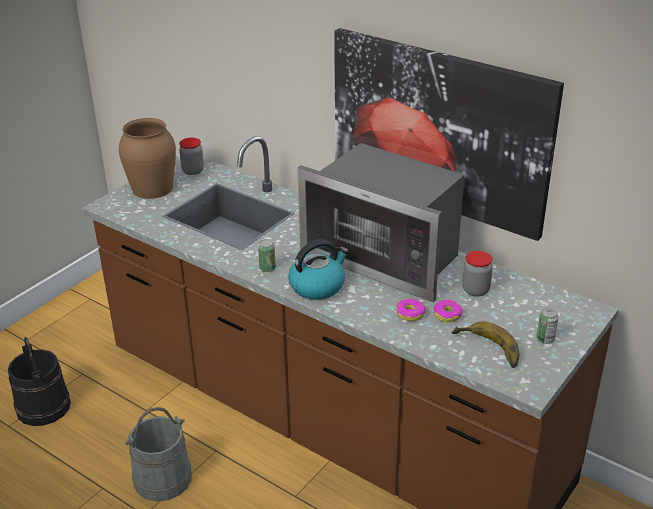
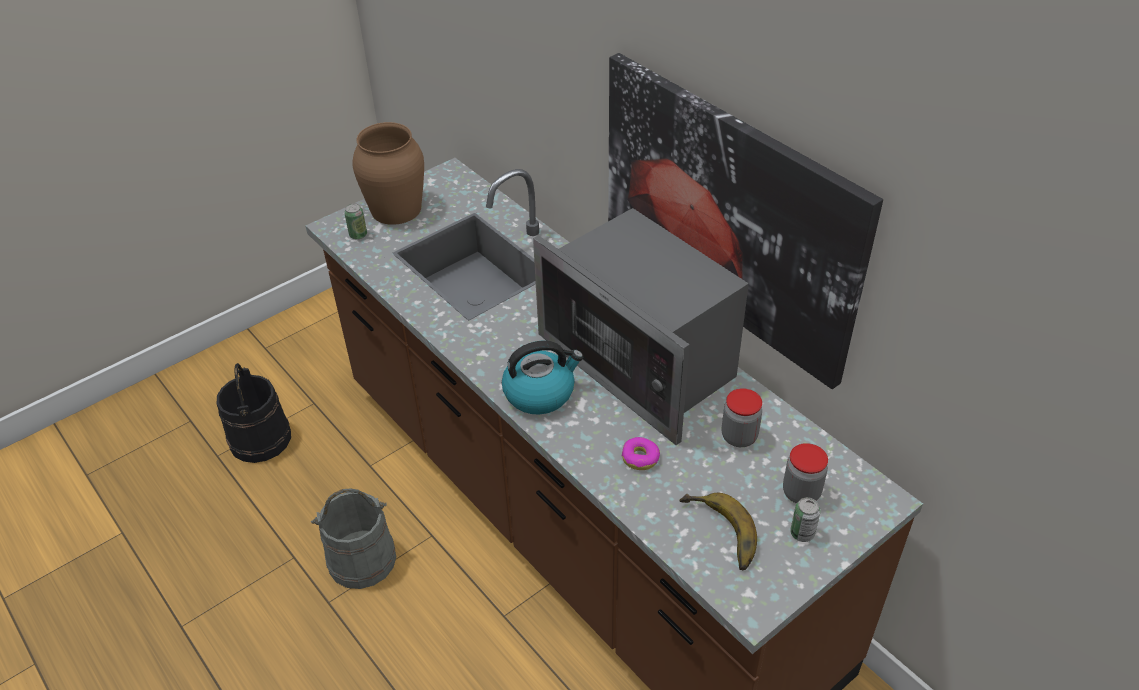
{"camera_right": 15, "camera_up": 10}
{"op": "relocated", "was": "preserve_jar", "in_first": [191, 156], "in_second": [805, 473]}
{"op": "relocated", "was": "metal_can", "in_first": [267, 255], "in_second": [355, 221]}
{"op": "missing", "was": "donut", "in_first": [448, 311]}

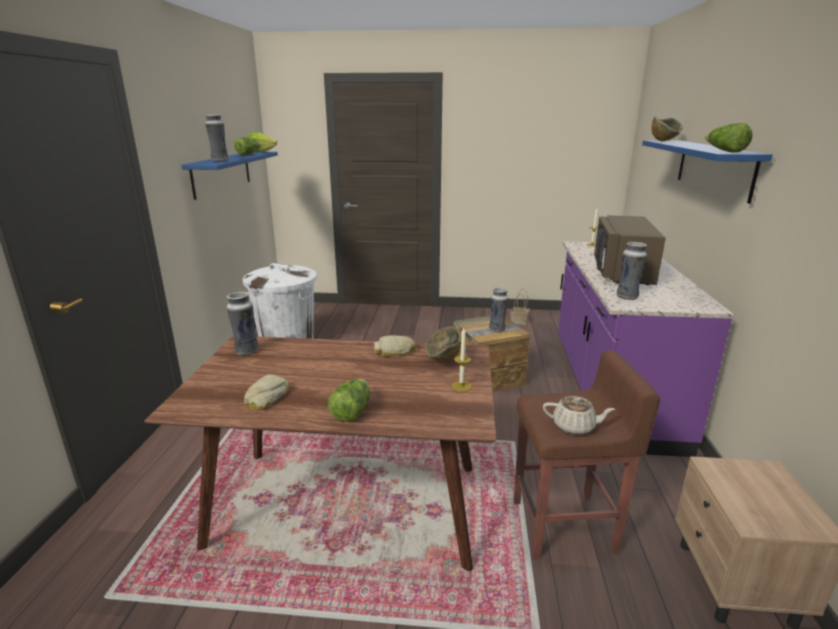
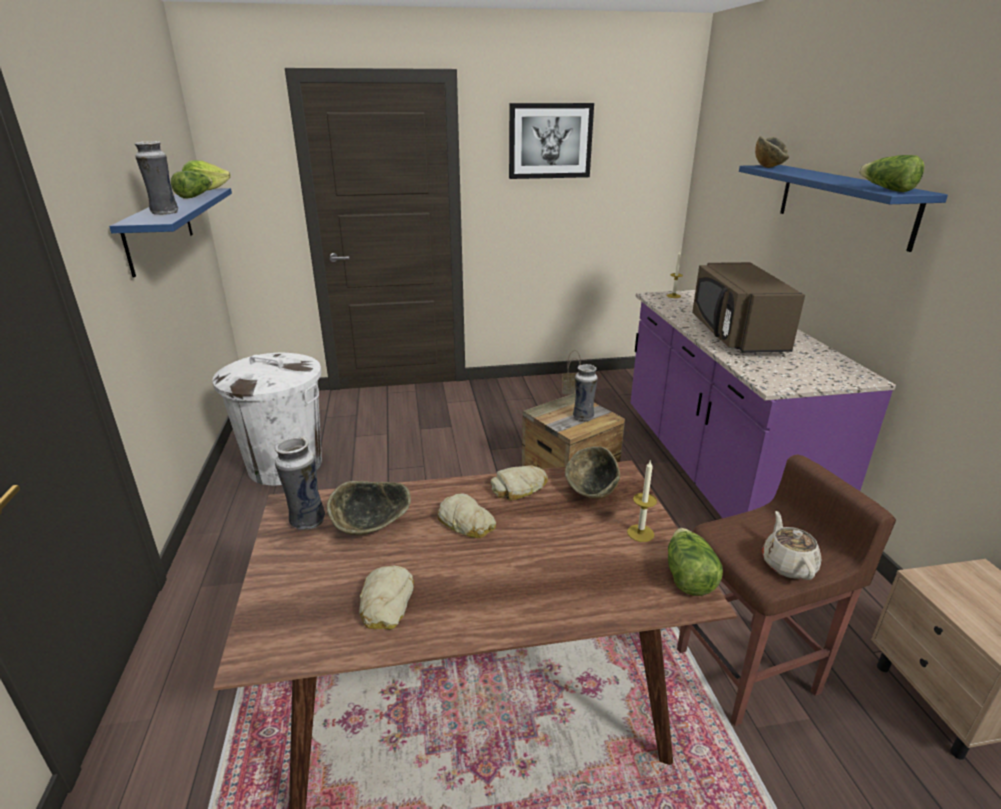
{"camera_right": -15, "camera_up": 5}
{"op": "relocated", "was": "lettuce_head", "in_first": [349, 400], "in_second": [695, 562]}
{"op": "spun", "was": "beige-coloured_teapot", "in_first": [579, 415], "in_second": [791, 545], "clockwise": -90}
{"op": "missing", "was": "decorative_vase", "in_first": [632, 271]}
{"op": "appeared", "now": "serving_bowl", "in_second": [369, 508]}
{"op": "appeared", "now": "bakery_bread", "in_second": [466, 515]}
{"op": "appeared", "now": "wall_art", "in_second": [551, 141]}

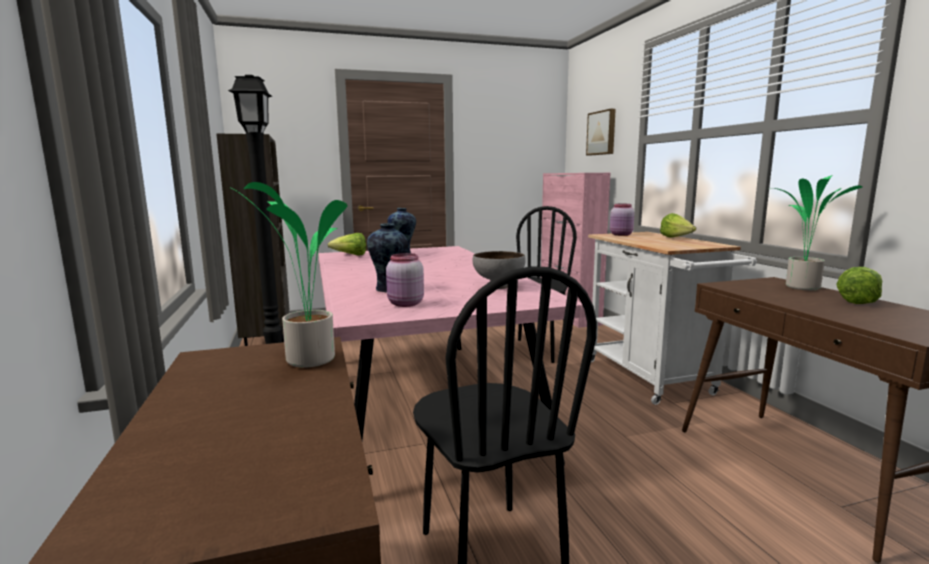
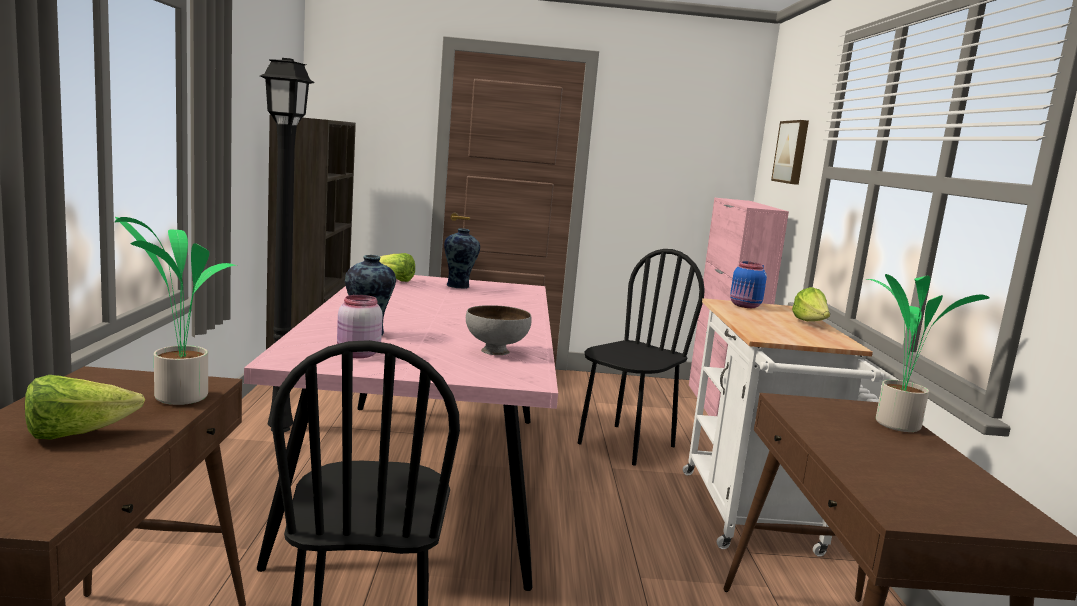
{"camera_right": 15, "camera_up": 0}
{"op": "colour", "was": "pinkish_preserve_jar", "now": "blue-coloured_preserve_jar", "in_first": [622, 220], "in_second": [748, 284]}
{"op": "relocated", "was": "lettuce_head", "in_first": [859, 285], "in_second": [85, 407]}

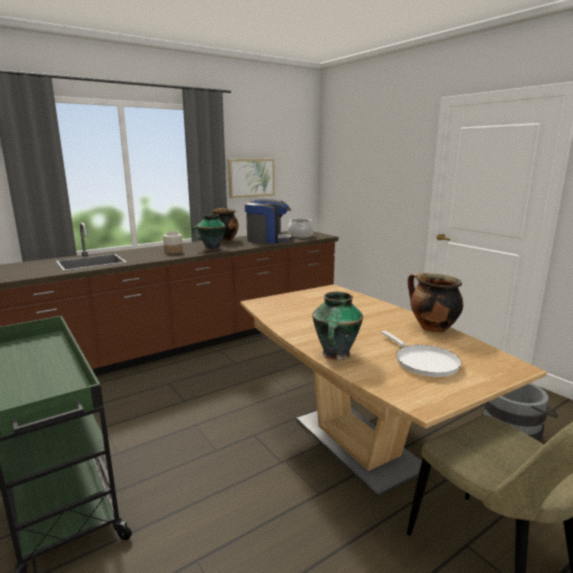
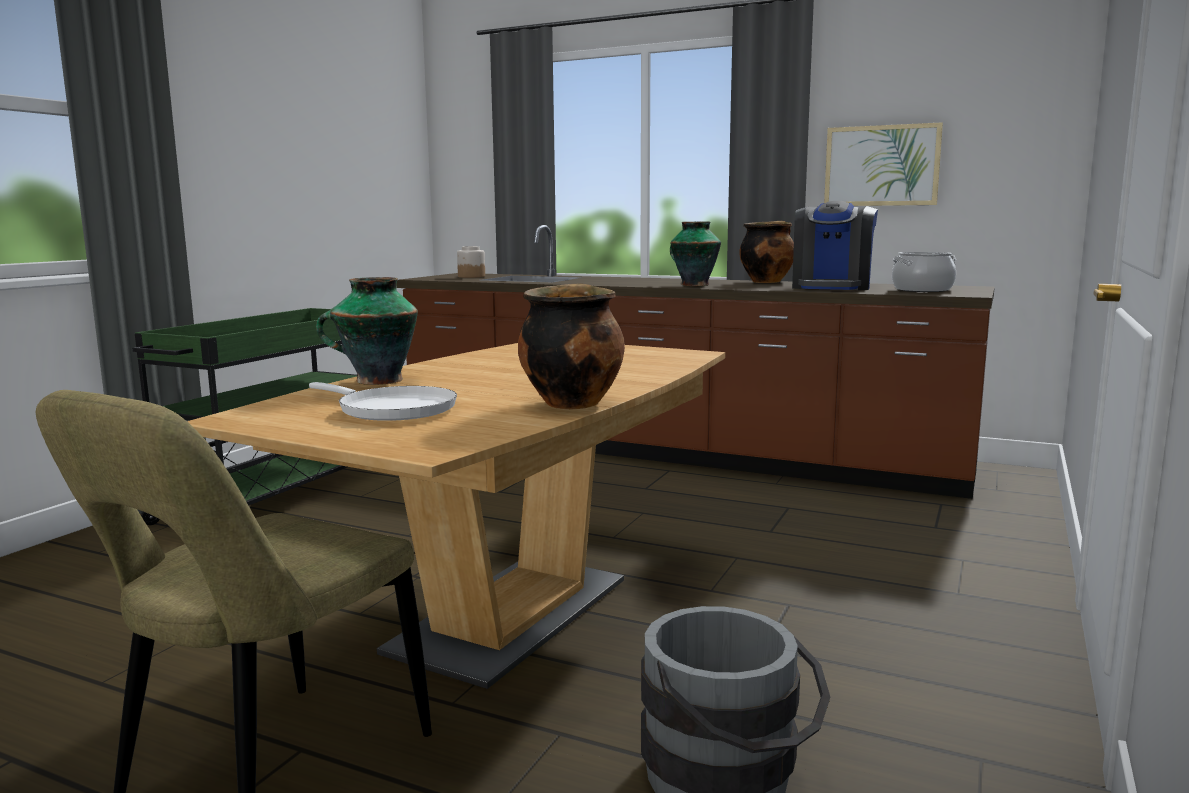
{"camera_right": 60, "camera_up": -5}
{"op": "relocated", "was": "preserve_jar", "in_first": [173, 242], "in_second": [471, 262]}
{"op": "spun", "was": "coffee_maker", "in_first": [268, 221], "in_second": [835, 245], "clockwise": 45}
{"op": "spun", "was": "white_pan", "in_first": [421, 354], "in_second": [383, 401], "clockwise": -90}

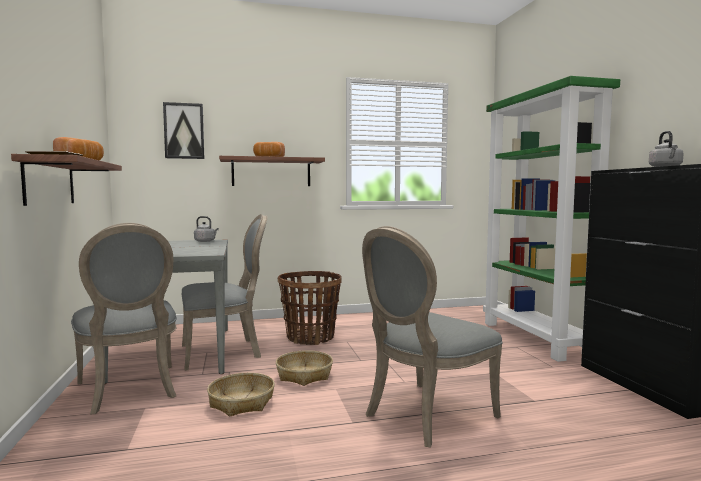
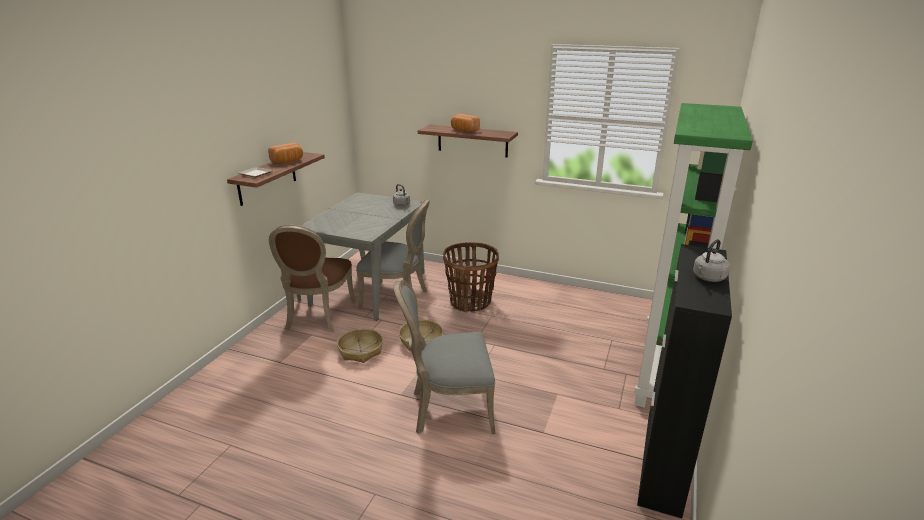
{"camera_right": 35, "camera_up": 20}
{"op": "colour", "was": "greyish_upright_chair", "now": "brown-coloured_upright_chair", "in_first": [124, 318], "in_second": [312, 278]}
{"op": "missing", "was": "wall_art", "in_first": [183, 130]}

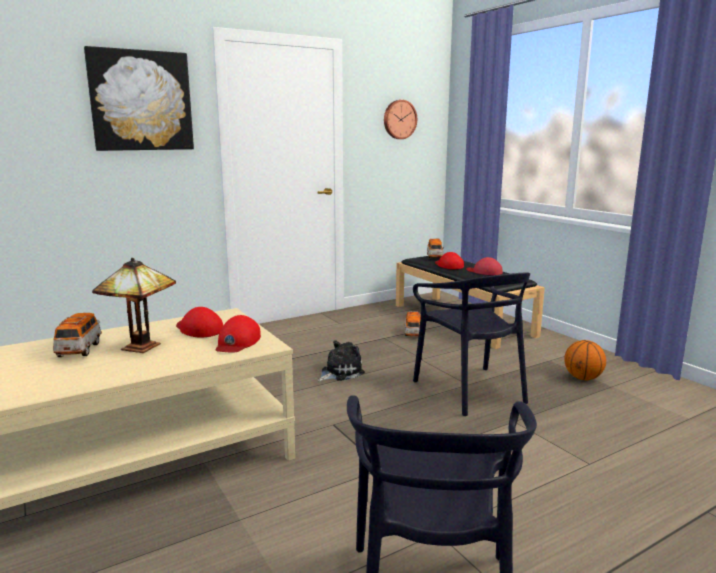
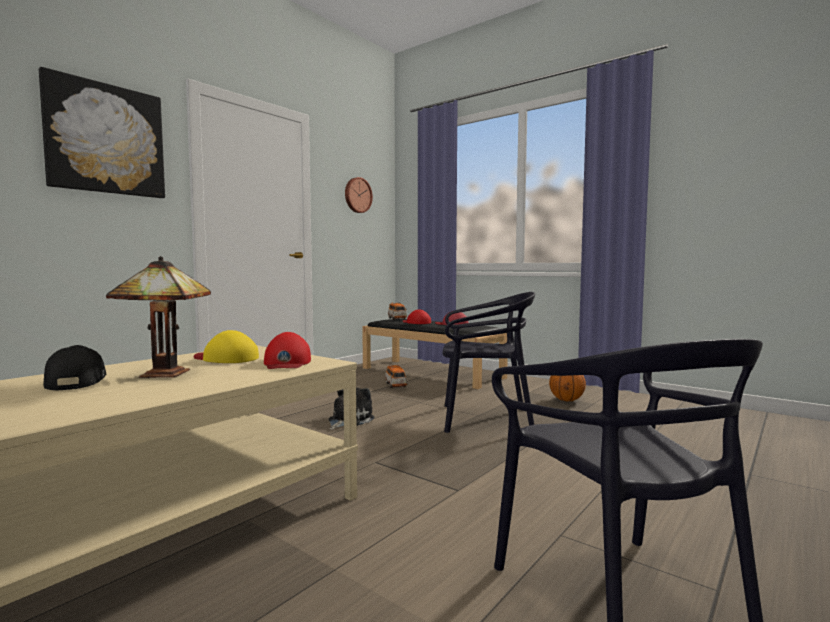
{"camera_right": -20, "camera_up": -10}
{"op": "exchanged", "was": "toy_car", "now": "black_cap", "in_first": [77, 335], "in_second": [74, 368]}
{"op": "colour", "was": "reddish_cap", "now": "yellowish_cap", "in_first": [199, 322], "in_second": [226, 346]}
{"op": "spun", "was": "black_upright_chair", "in_first": [471, 344], "in_second": [489, 362], "clockwise": -45}

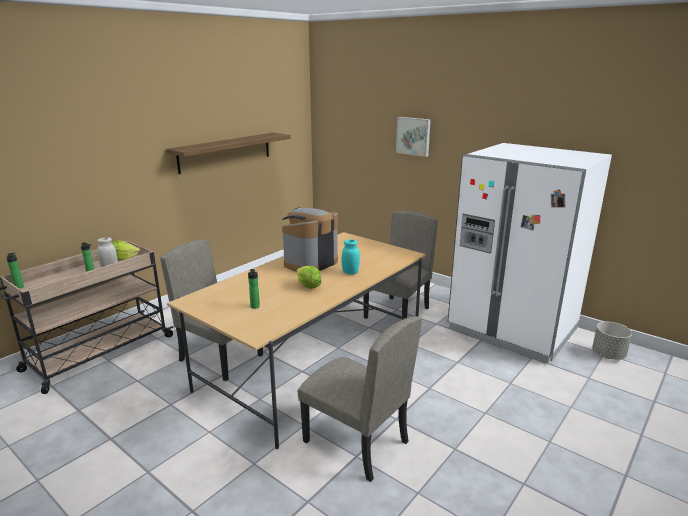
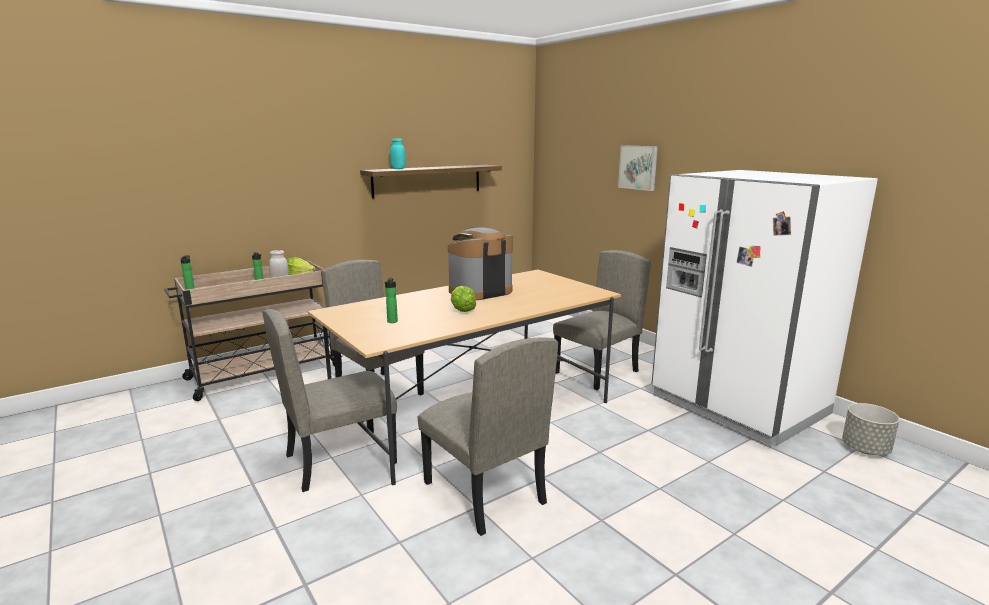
{"camera_right": 15, "camera_up": -5}
{"op": "relocated", "was": "turquoise-coloured_preserve_jar", "in_first": [351, 257], "in_second": [398, 153]}
{"op": "appeared", "now": "beige-coloured_upright_chair", "in_second": [329, 400]}

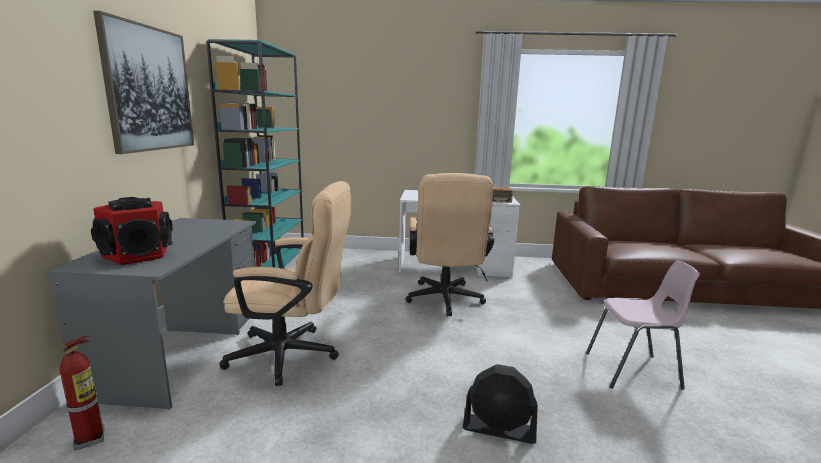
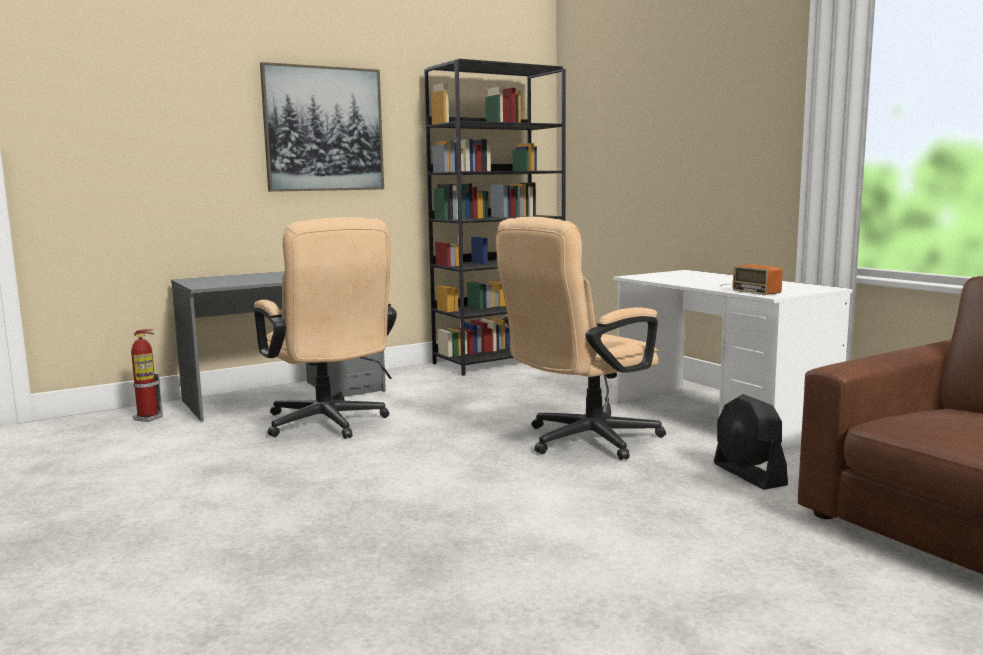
{"camera_right": 55, "camera_up": -5}
{"op": "missing", "was": "audio_speaker", "in_first": [132, 231]}
{"op": "colour", "was": "turquoise-coloured_shelving_unit", "now": "black_shelving_unit", "in_first": [255, 153], "in_second": [495, 217]}
{"op": "relocated", "was": "black_cooling_fan", "in_first": [500, 404], "in_second": [751, 442]}
{"op": "missing", "was": "pinkish_upright_chair", "in_first": [643, 325]}

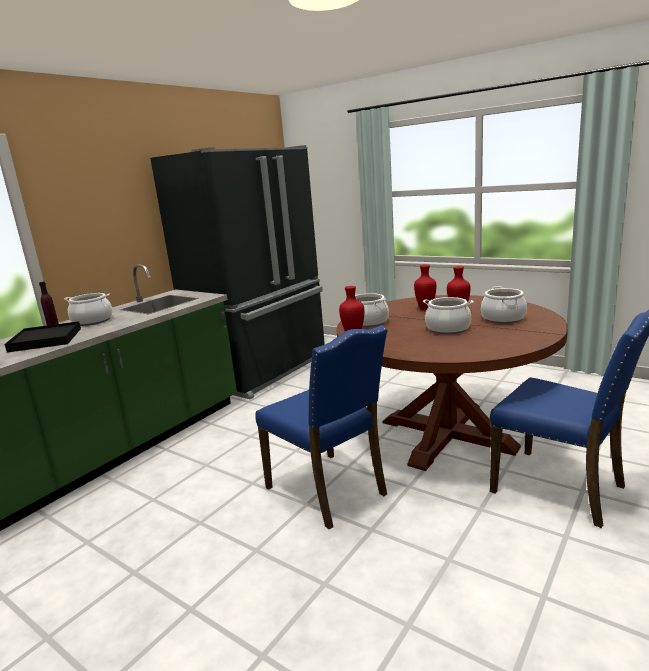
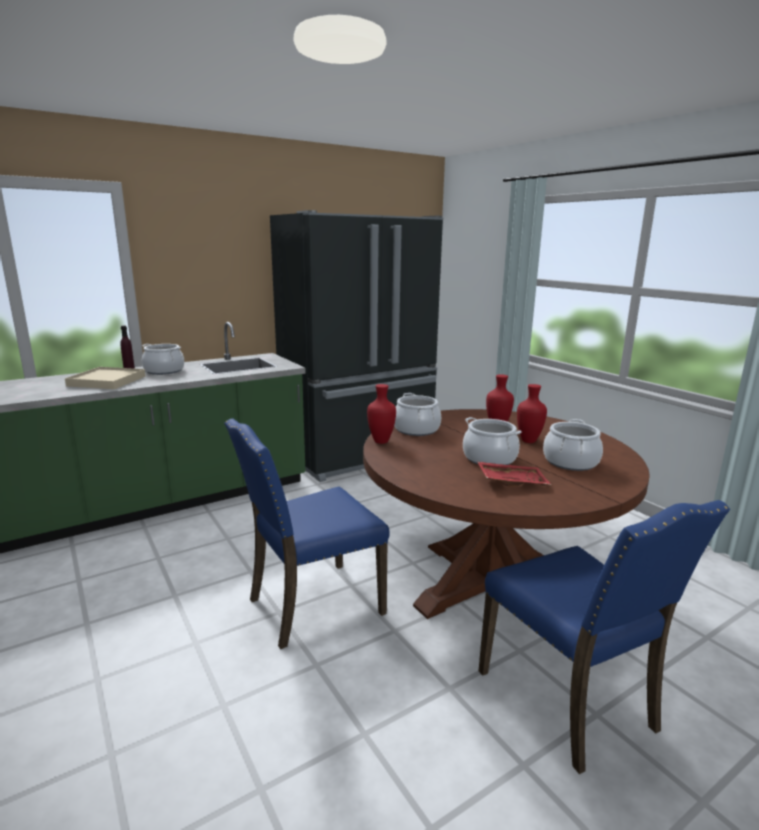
{"camera_right": 20, "camera_up": 0}
{"op": "colour", "was": "black_carrying_tray", "now": "beige-coloured_carrying_tray", "in_first": [43, 336], "in_second": [105, 378]}
{"op": "spun", "was": "blue-coloured_upright_chair", "in_first": [321, 427], "in_second": [307, 533], "clockwise": 75}
{"op": "appeared", "now": "reddish_carrying_tray", "in_second": [514, 474]}

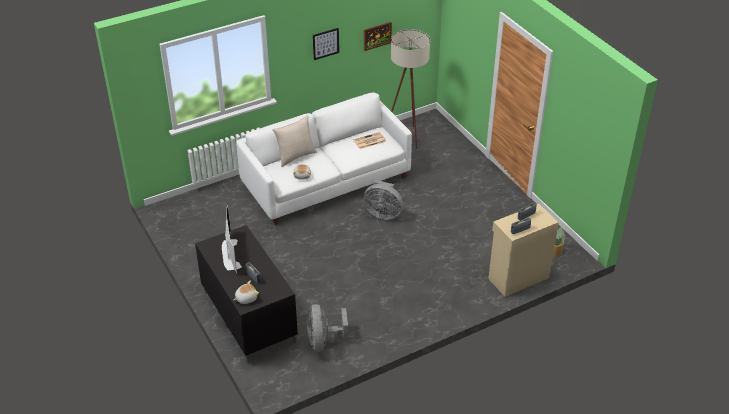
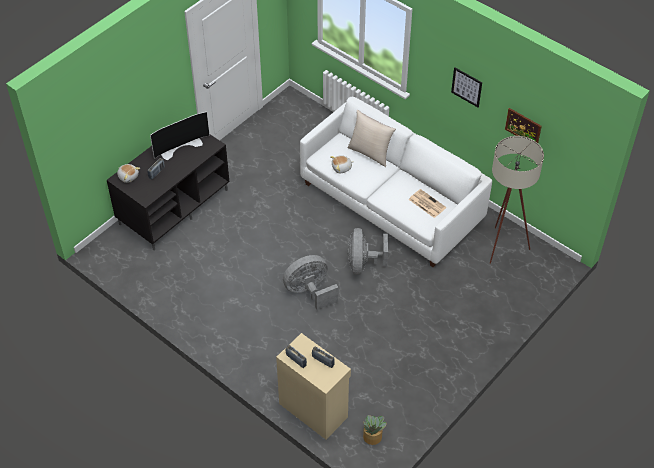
{"camera_right": 70, "camera_up": 10}
{"op": "relocated", "was": "greyish_cooling_fan", "in_first": [327, 328], "in_second": [310, 282]}

